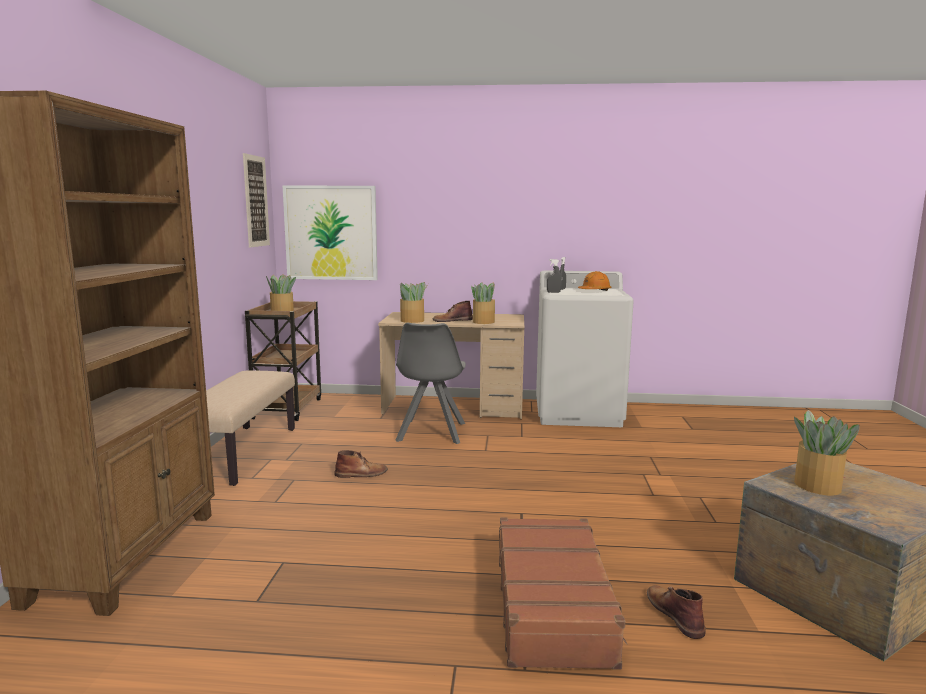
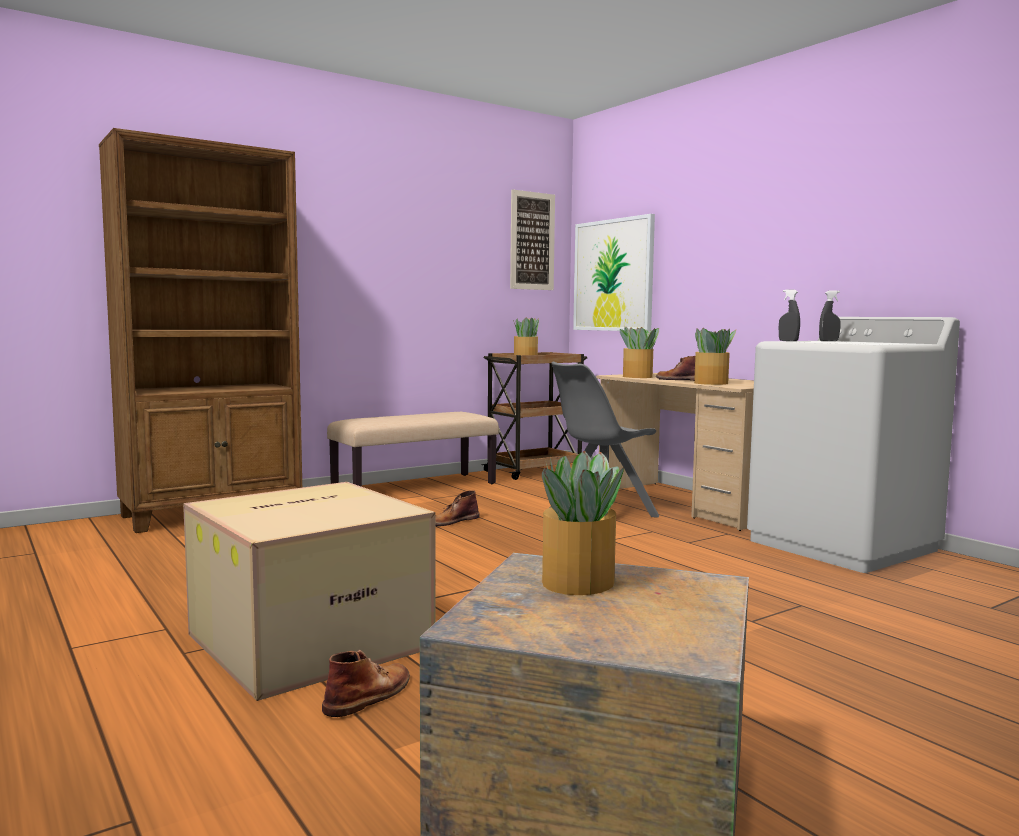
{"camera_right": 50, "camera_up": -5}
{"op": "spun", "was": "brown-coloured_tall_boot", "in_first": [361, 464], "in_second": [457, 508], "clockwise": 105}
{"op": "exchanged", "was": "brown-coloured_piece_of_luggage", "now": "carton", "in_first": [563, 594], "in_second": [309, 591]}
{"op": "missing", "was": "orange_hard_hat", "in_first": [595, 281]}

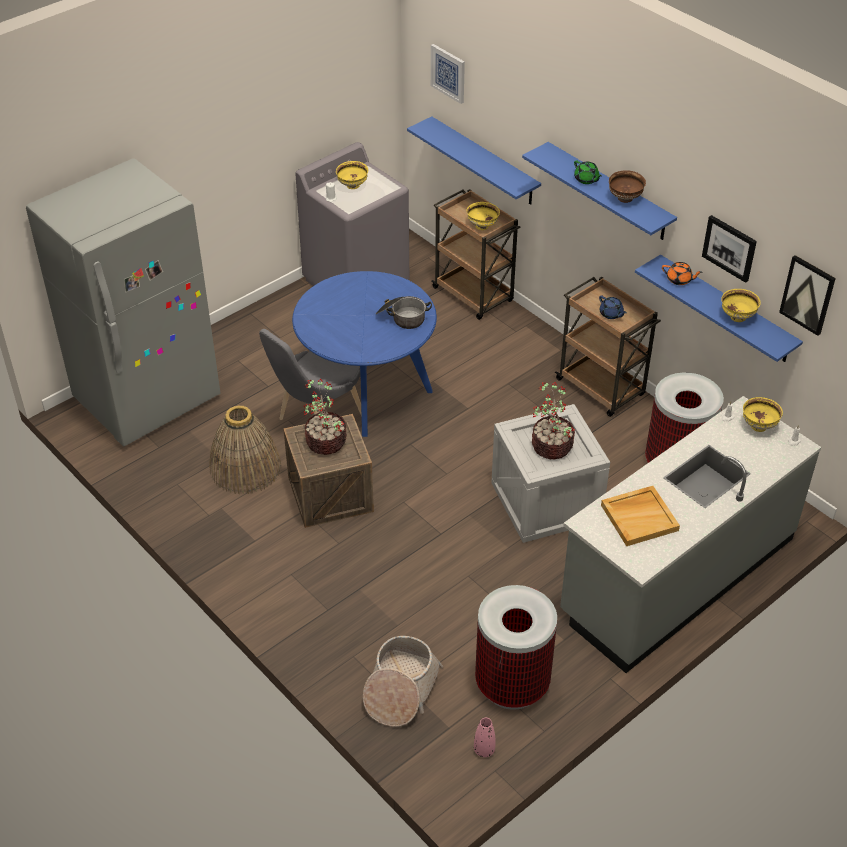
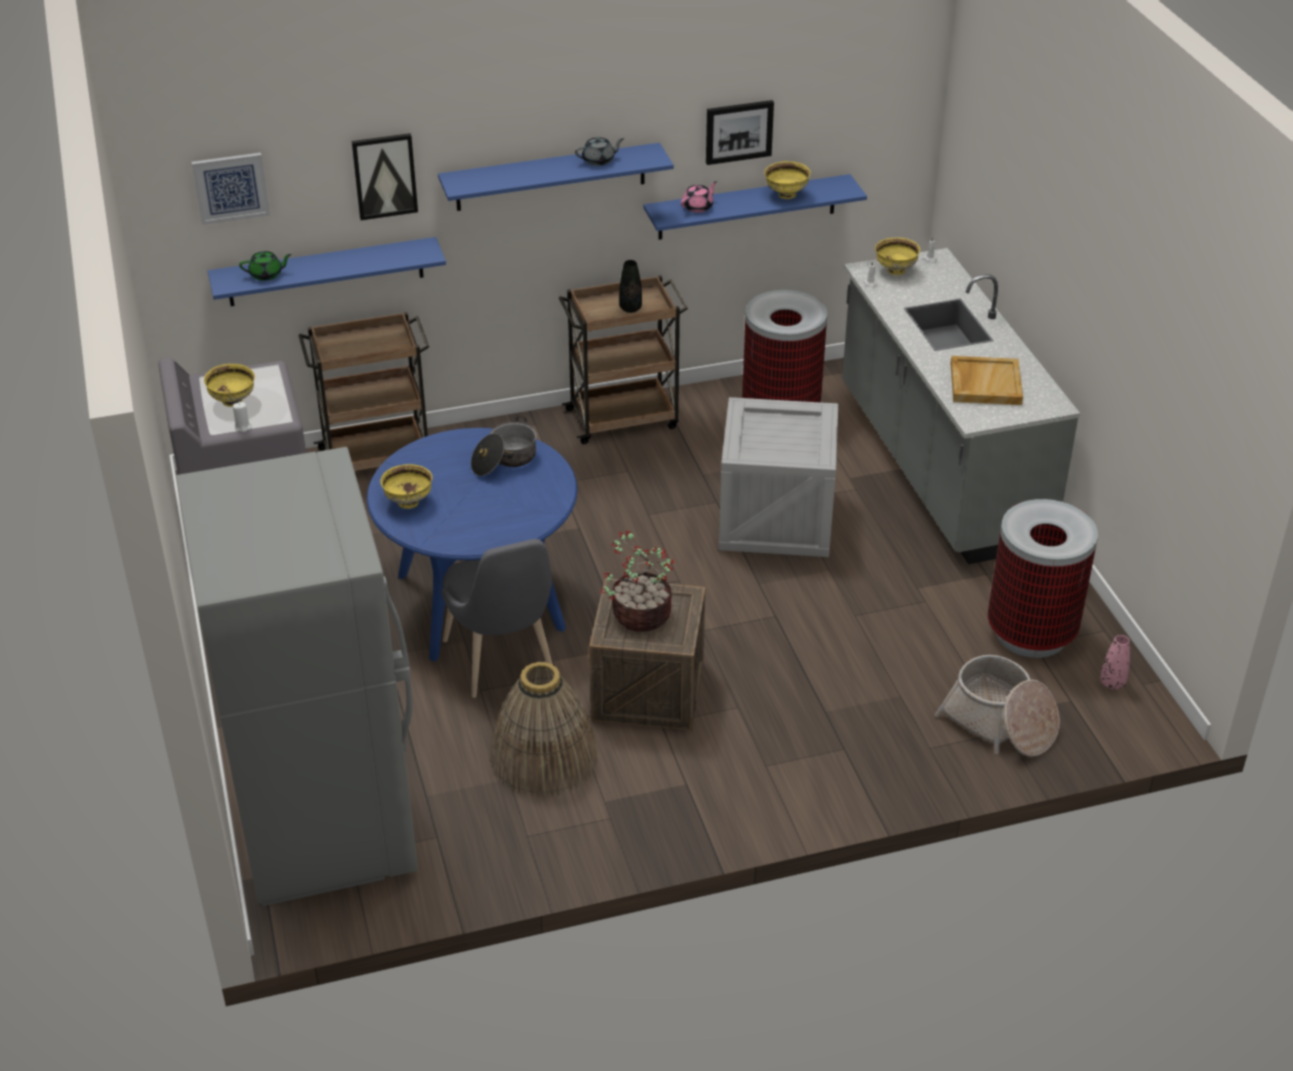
{"camera_right": -65, "camera_up": -5}
{"op": "relocated", "was": "yellowish_serving_bowl", "in_first": [483, 216], "in_second": [406, 486]}
{"op": "missing", "was": "potted_plant", "in_first": [553, 421]}
{"op": "relocated", "was": "green_teapot", "in_first": [588, 172], "in_second": [265, 266]}
{"op": "exchanged", "was": "blue-coloured_teapot", "now": "black_decorative_vase", "in_first": [613, 307], "in_second": [630, 286]}
{"op": "exchanged", "was": "brown-coloured_serving_bowl", "now": "greyish_teapot", "in_first": [627, 186], "in_second": [599, 151]}
{"op": "colour", "was": "orange_teapot", "now": "pinkish_teapot", "in_first": [682, 273], "in_second": [699, 197]}
{"op": "relocated", "was": "wall_art", "in_first": [807, 295], "in_second": [385, 176]}

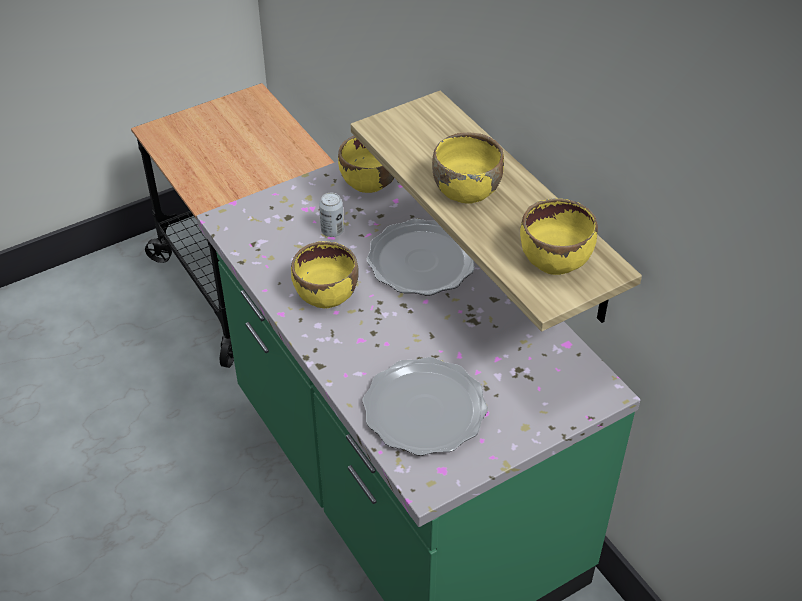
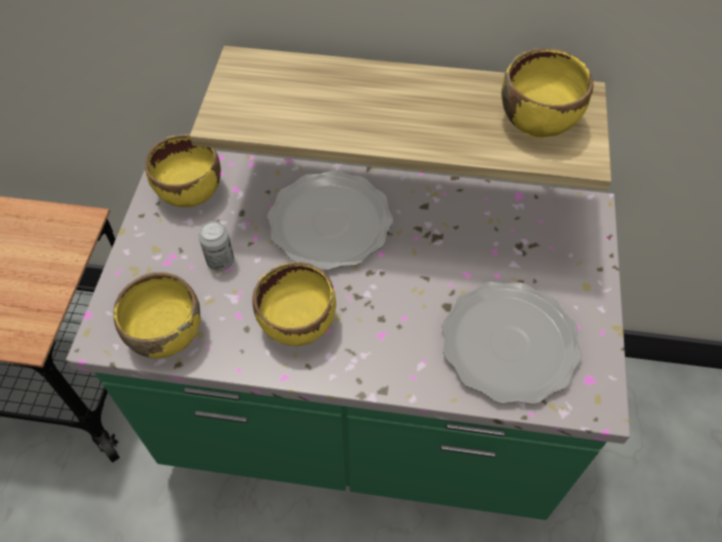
{"camera_right": -50, "camera_up": 10}
{"op": "relocated", "was": "yellowish_serving_bowl", "in_first": [468, 168], "in_second": [156, 315]}

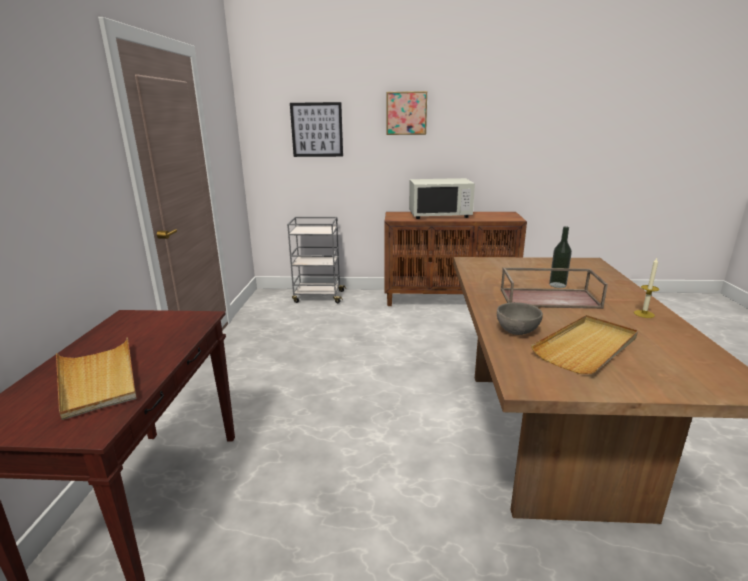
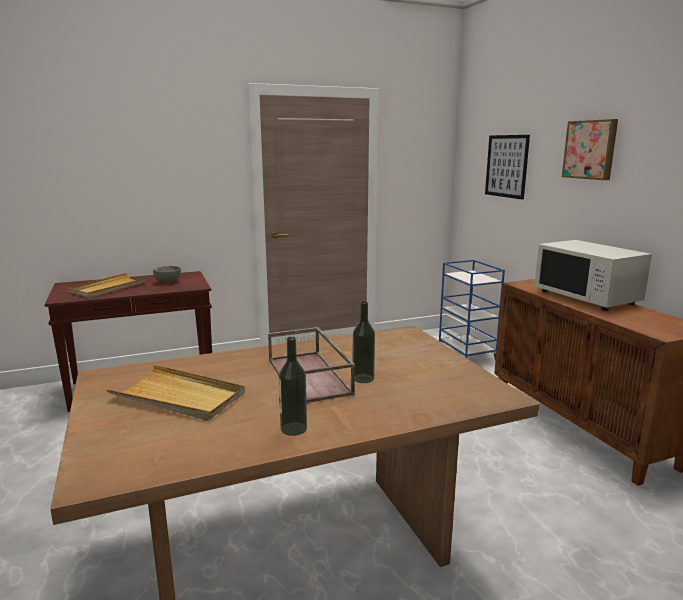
{"camera_right": 65, "camera_up": -5}
{"op": "colour", "was": "greyish_wheeled_cart", "now": "blue-coloured_wheeled_cart", "in_first": [316, 260], "in_second": [472, 310]}
{"op": "relocated", "was": "greyish_serving_bowl", "in_first": [520, 318], "in_second": [167, 274]}
{"op": "exchanged", "was": "wax_candle", "now": "beverage_bottle", "in_first": [646, 288], "in_second": [293, 386]}

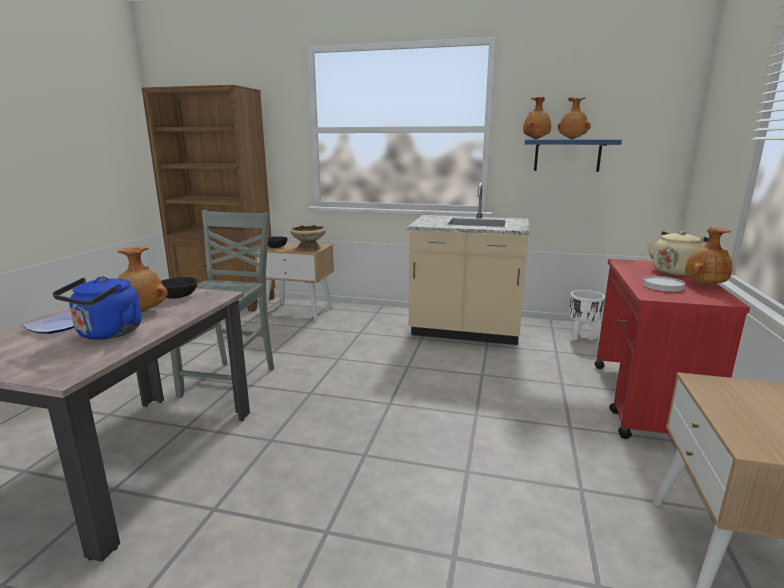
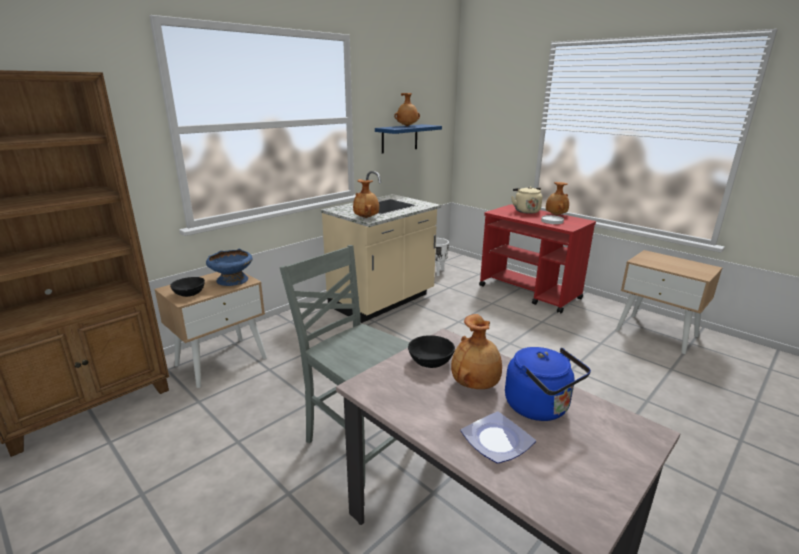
{"camera_right": -60, "camera_up": 5}
{"op": "colour", "was": "beige-coloured_serving_bowl", "now": "blue-coloured_serving_bowl", "in_first": [308, 238], "in_second": [229, 267]}
{"op": "relocated", "was": "brown-coloured_decorative_vase", "in_first": [537, 118], "in_second": [366, 198]}

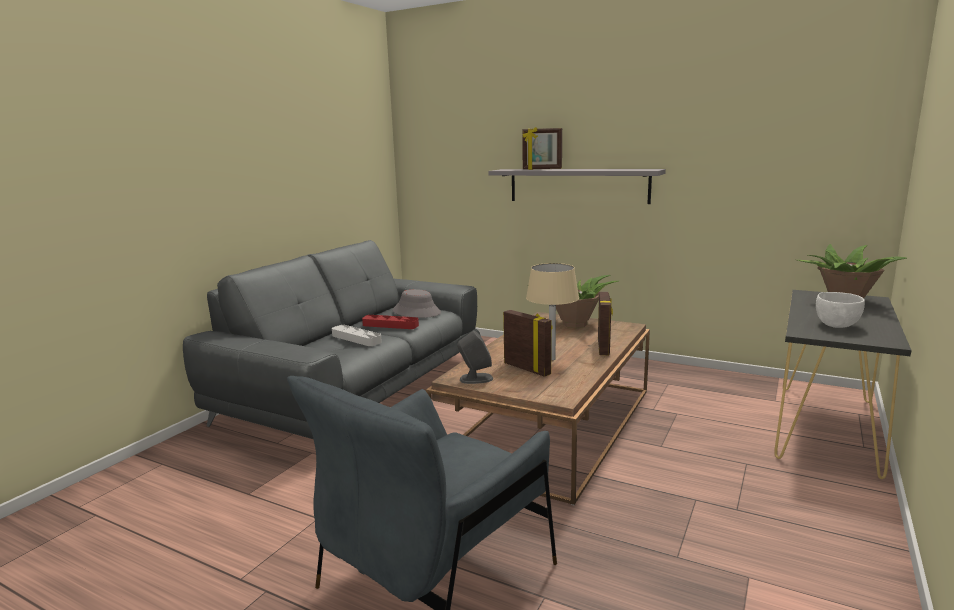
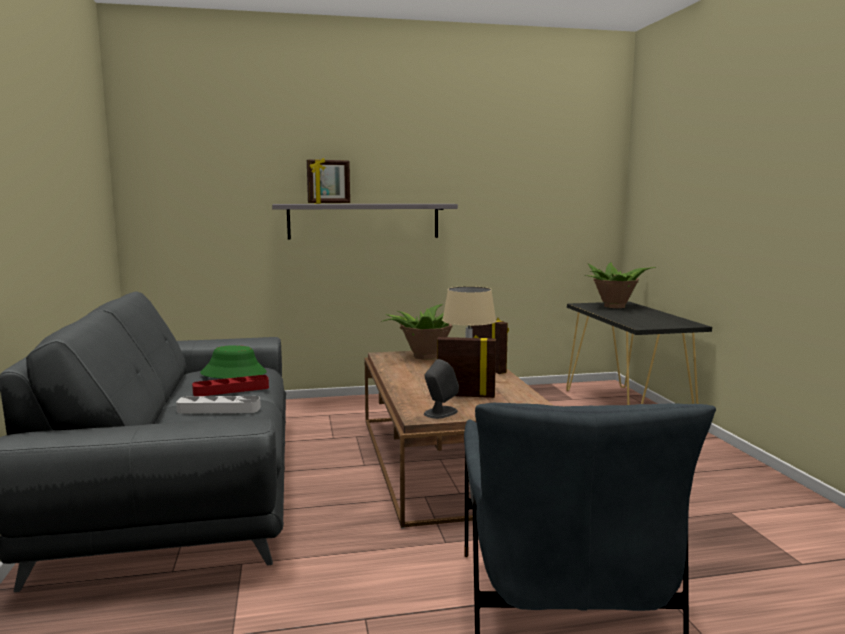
{"camera_right": -40, "camera_up": -5}
{"op": "colour", "was": "greyish_clothing_hat", "now": "green_clothing_hat", "in_first": [416, 303], "in_second": [233, 362]}
{"op": "missing", "was": "white_serving_bowl", "in_first": [840, 310]}

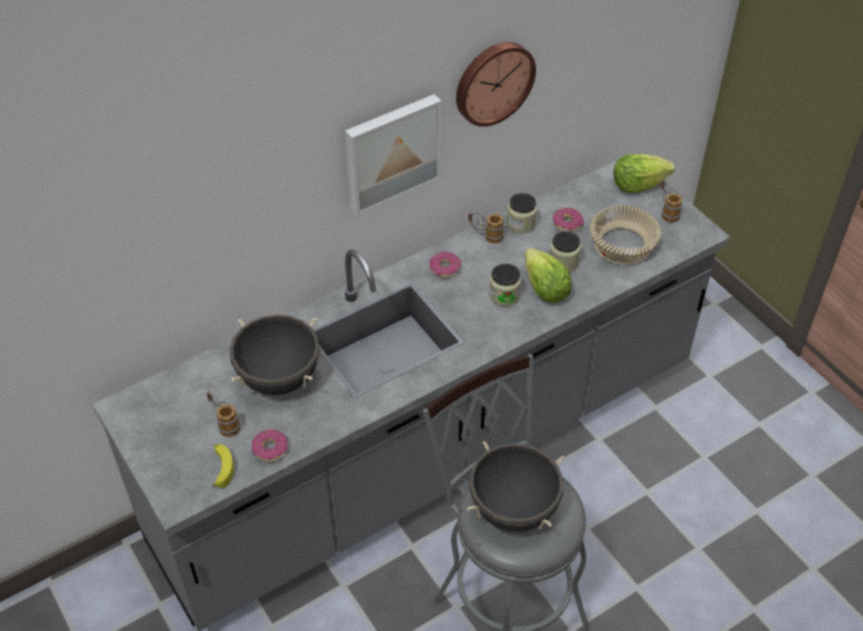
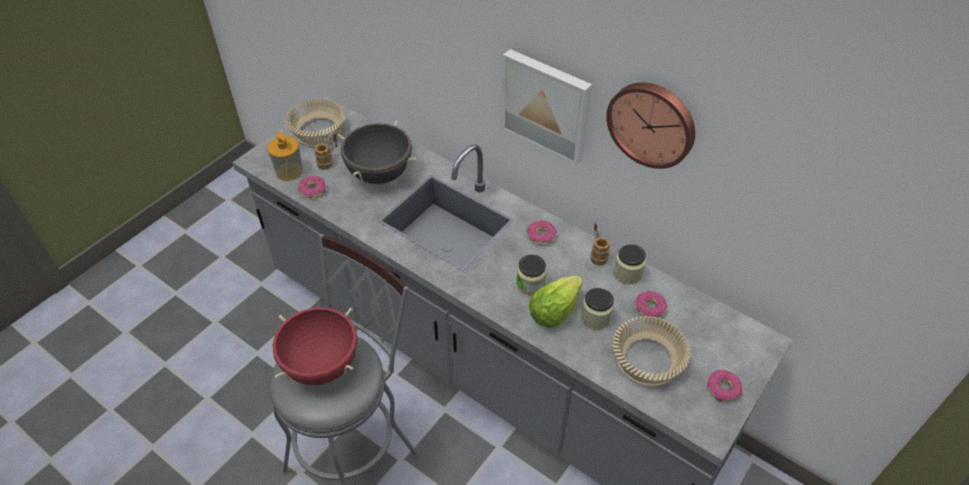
{"camera_right": 70, "camera_up": 0}
{"op": "exchanged", "was": "whole_banana", "now": "liquid_soap_bottle", "in_first": [223, 466], "in_second": [285, 156]}
{"op": "colour", "was": "black_stockpot", "now": "reddish_stockpot", "in_first": [515, 486], "in_second": [315, 346]}
{"op": "missing", "was": "lettuce_head", "in_first": [644, 173]}
{"op": "exchanged", "was": "mug", "now": "donut", "in_first": [671, 201], "in_second": [724, 386]}
{"op": "appeared", "now": "beige-coloured_serving_bowl", "in_second": [315, 122]}

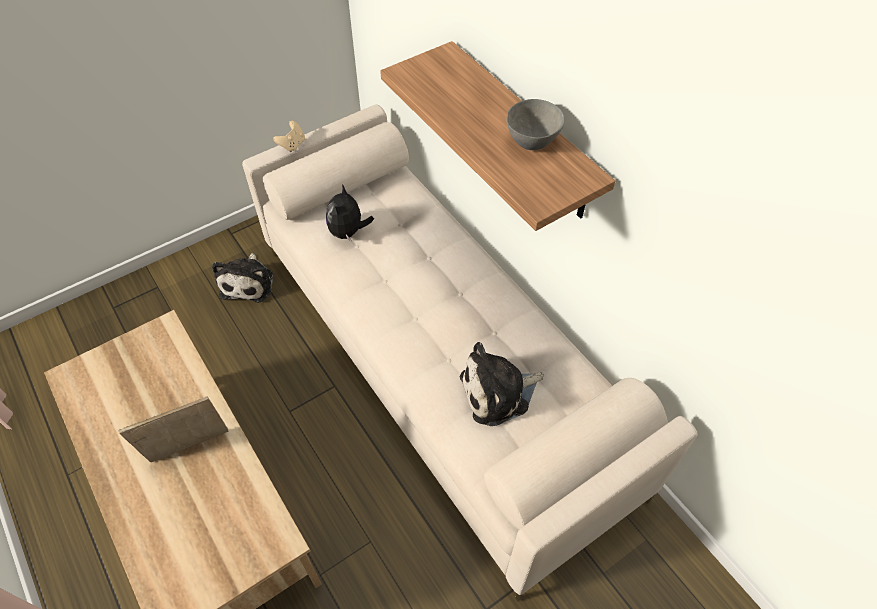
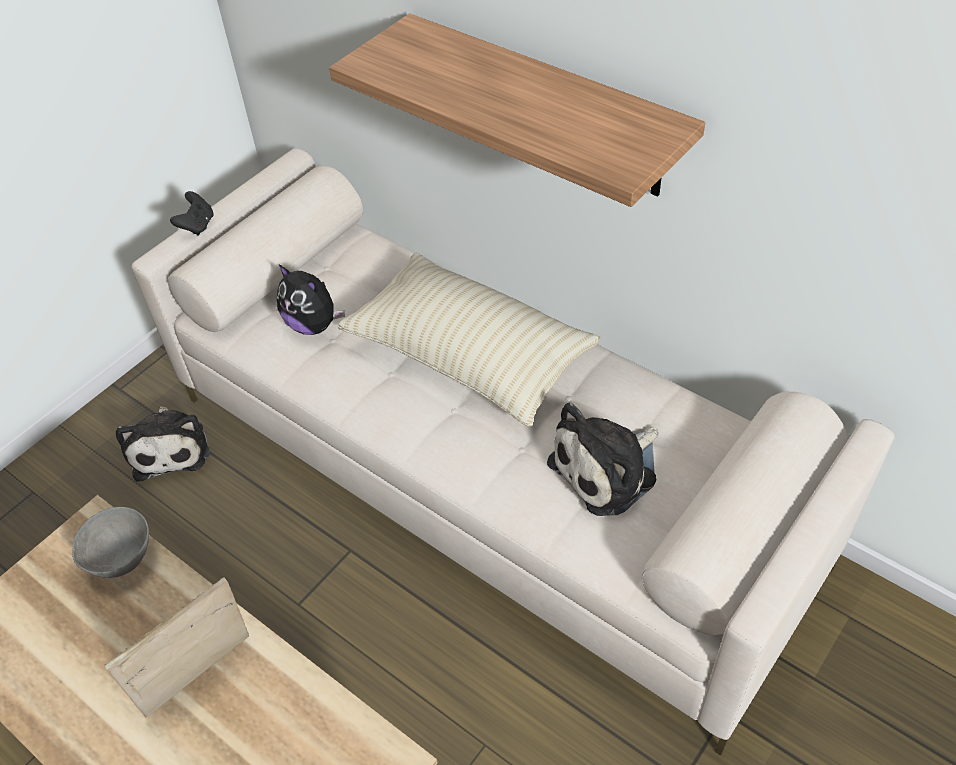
{"camera_right": -15, "camera_up": -5}
{"op": "colour", "was": "beige-coloured_game_controller", "now": "black_game_controller", "in_first": [289, 136], "in_second": [192, 213]}
{"op": "spun", "was": "soft_toy", "in_first": [350, 212], "in_second": [311, 299], "clockwise": -45}
{"op": "relocated", "was": "greyish_serving_bowl", "in_first": [535, 124], "in_second": [110, 542]}
{"op": "appeared", "now": "beige-coloured_cushion", "in_second": [469, 340]}

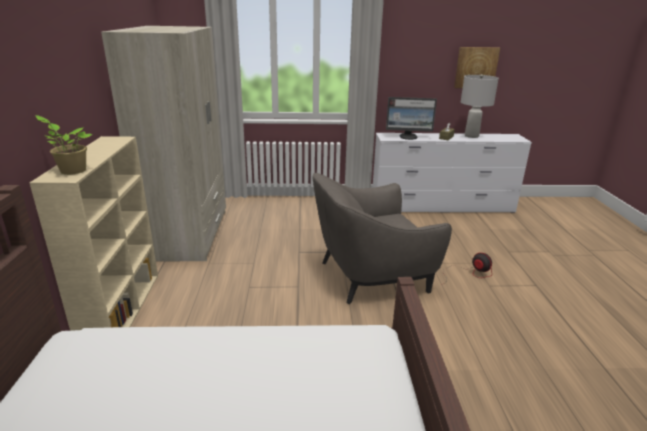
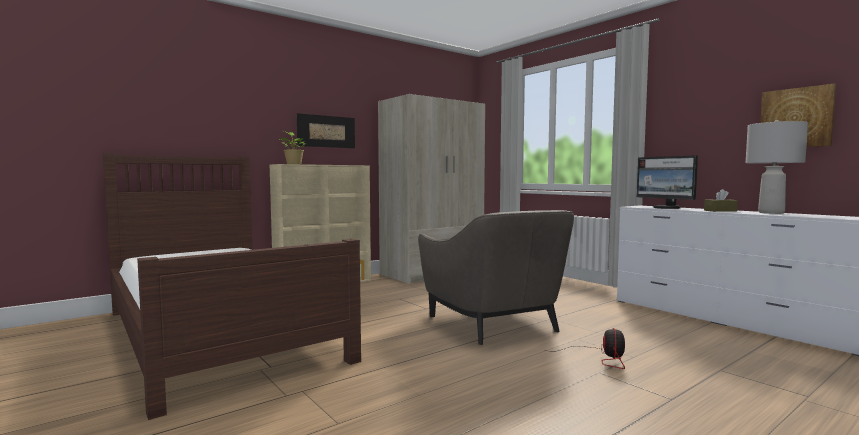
{"camera_right": 55, "camera_up": -20}
{"op": "spun", "was": "greyish_lounge_chair", "in_first": [382, 238], "in_second": [496, 277], "clockwise": -150}
{"op": "appeared", "now": "wall_art", "in_second": [326, 130]}

